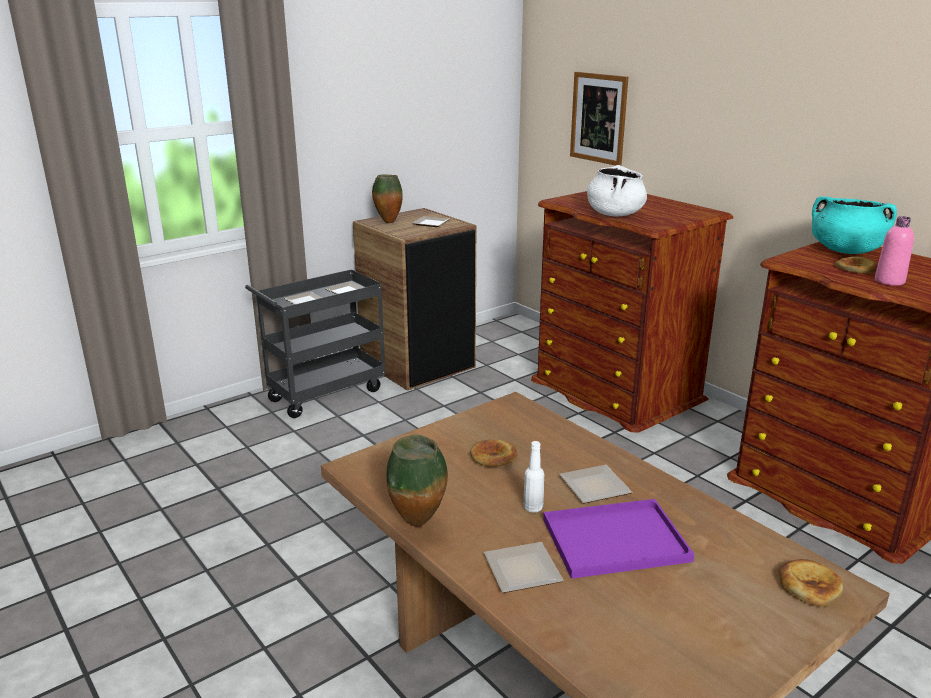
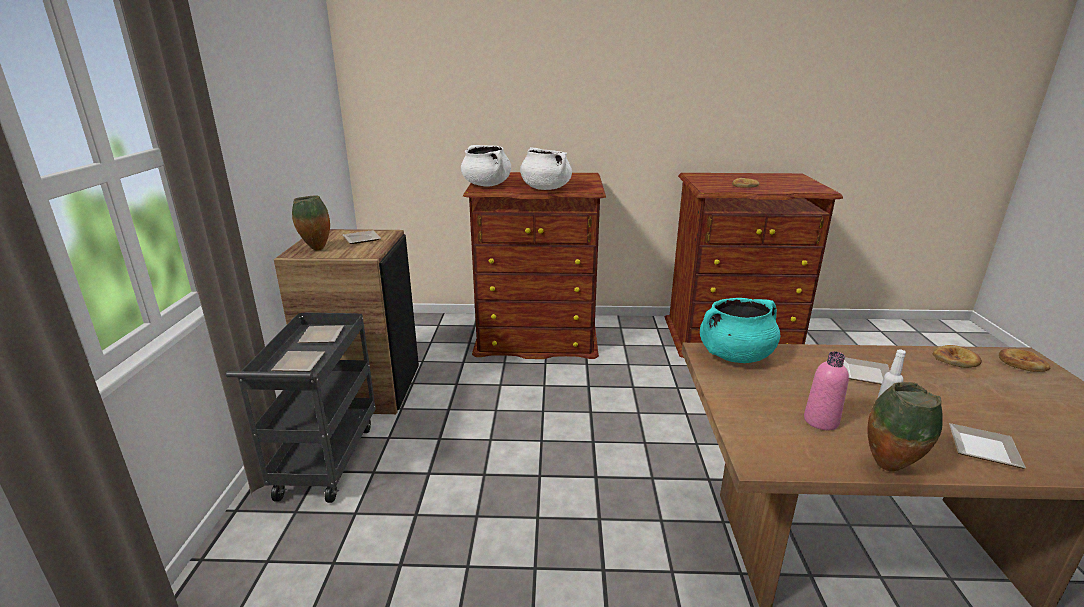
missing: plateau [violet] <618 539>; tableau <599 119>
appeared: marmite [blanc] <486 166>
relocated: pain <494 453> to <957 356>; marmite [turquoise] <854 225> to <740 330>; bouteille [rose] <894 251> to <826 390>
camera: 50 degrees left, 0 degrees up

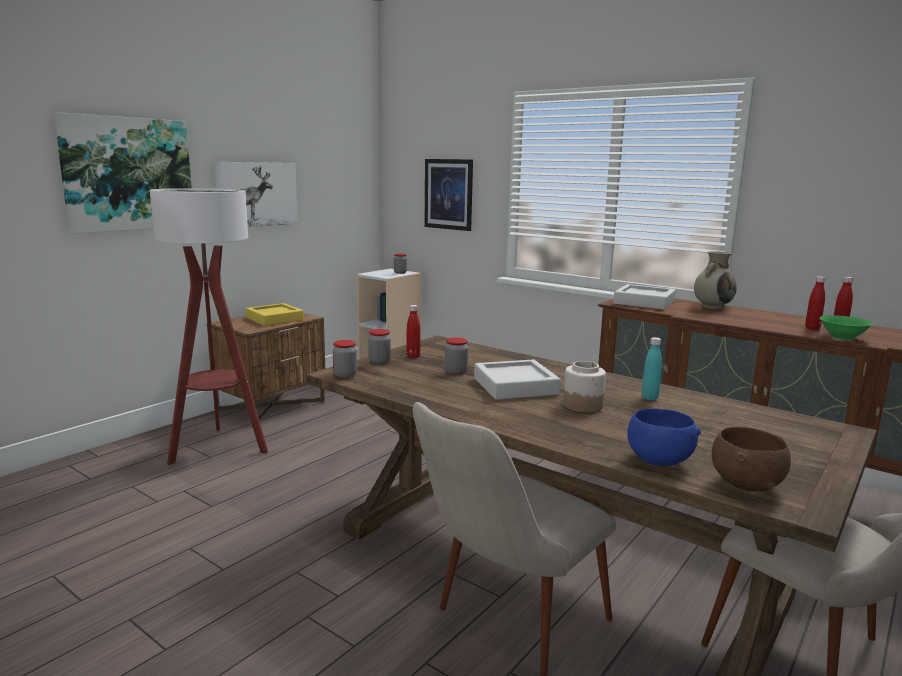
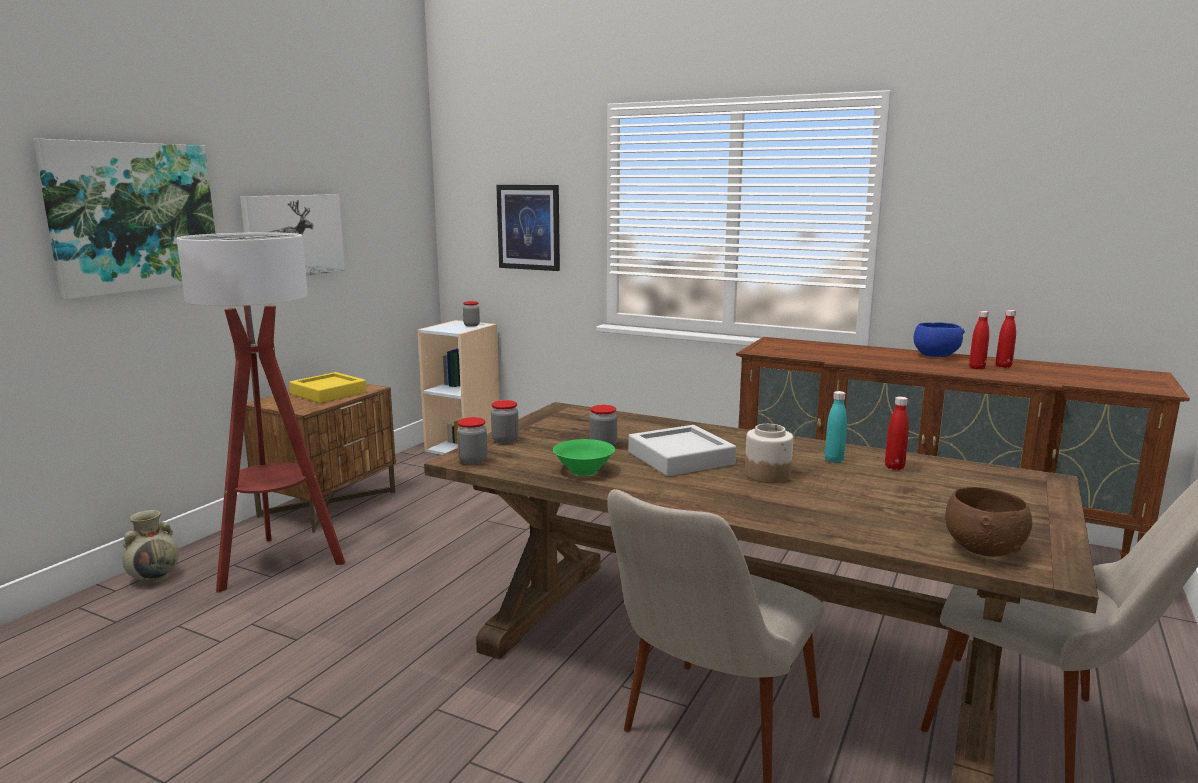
missing: plateau [gris] <644 297>
relocated: bouteille [rouge] <413 331> to <897 433>; bol [bleu] <664 437> to <939 339>; vase [beige] <715 280> to <150 547>; bol [vert] <846 327> to <584 457>
camera: 10 degrees left, 0 degrees up

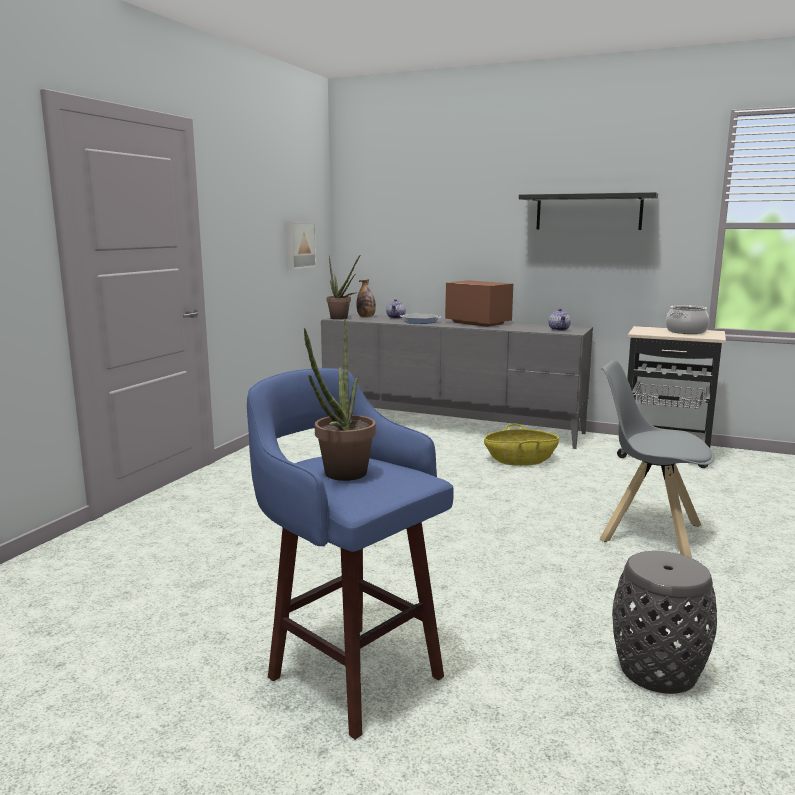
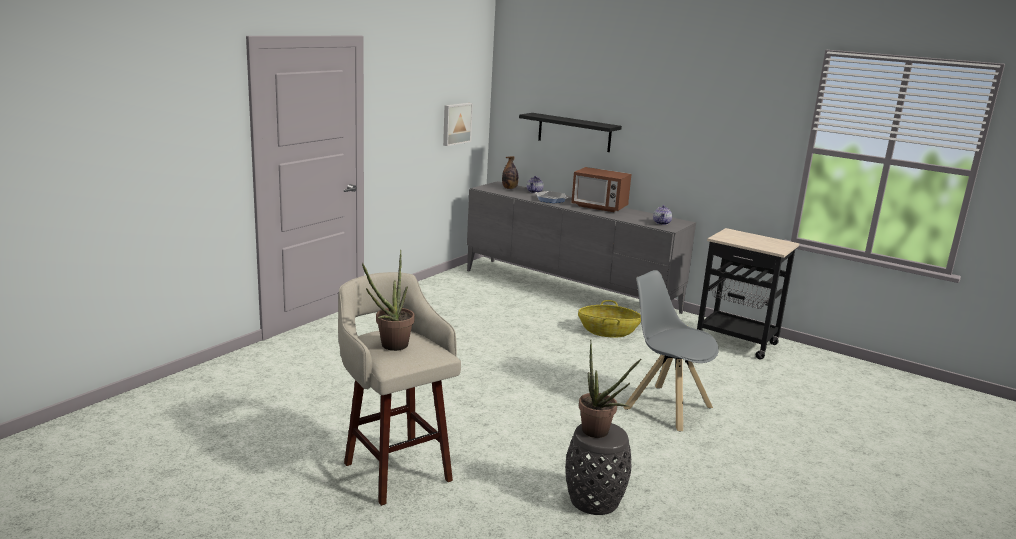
missing: marmite <688 319>
relocated: plante en pot <343 287> to <610 389>; étagère [noir] <588 211> to <570 132>
colour: tabouret [bleu] <350 554> to tabouret [beige] <399 389>
spun: micro-ondes <479 303> = <601 189> 150 degrees clockwise
camera: 10 degrees right, 5 degrees up

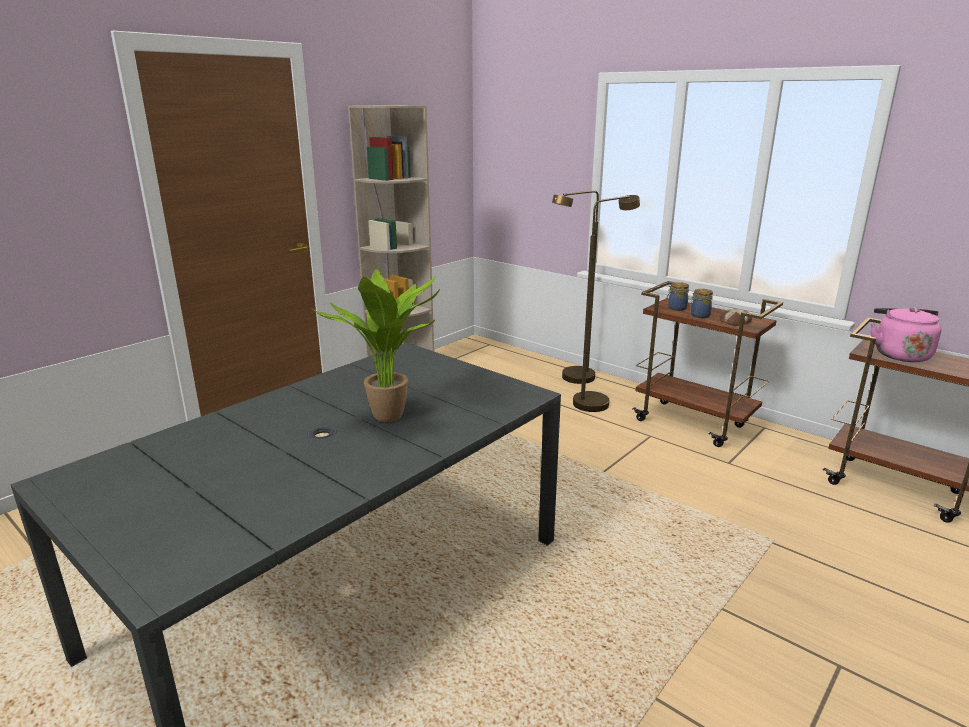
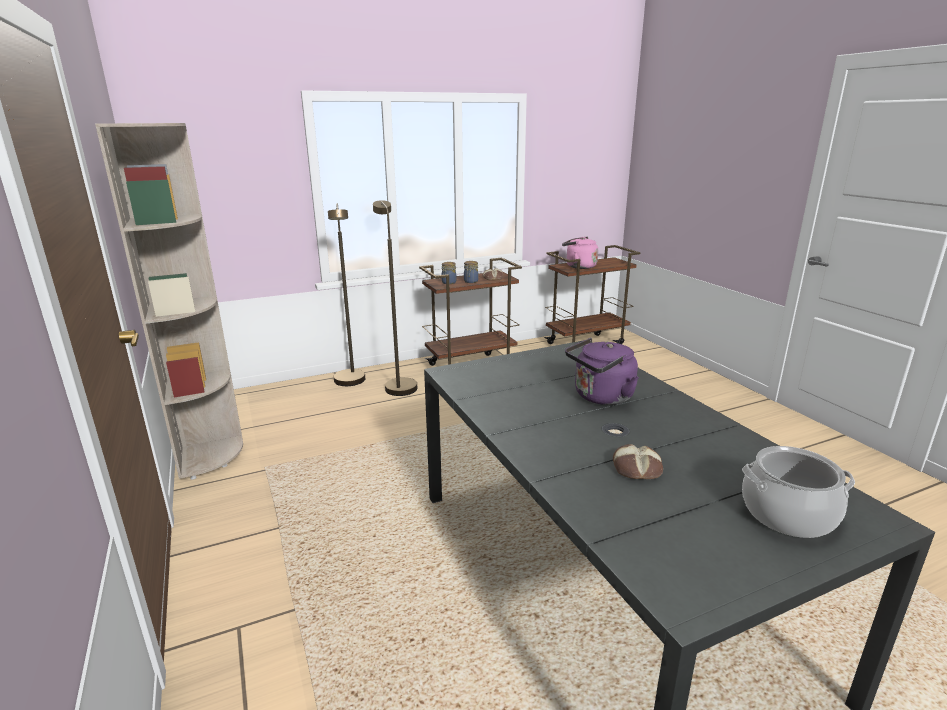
appeared: pain <638 461>; marmite <798 492>
exchanged: plante en pot <376 345> to bouilloire [violet] <602 371>
camera: 65 degrees left, 0 degrees up

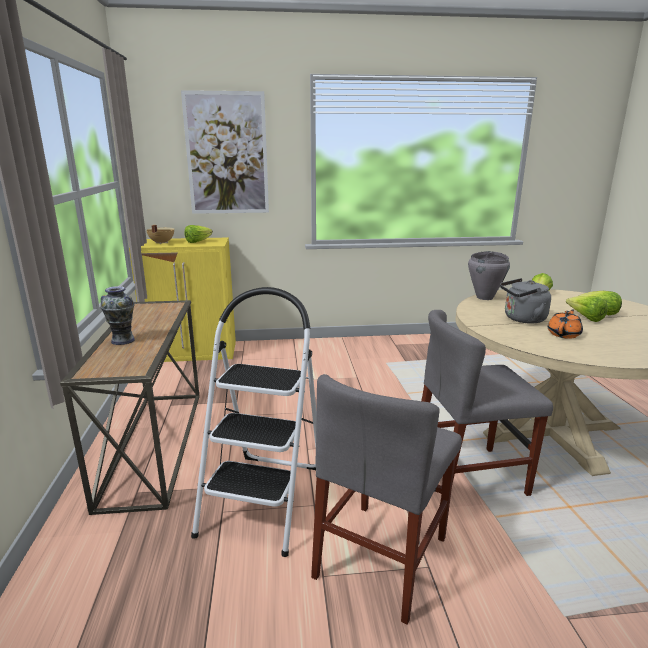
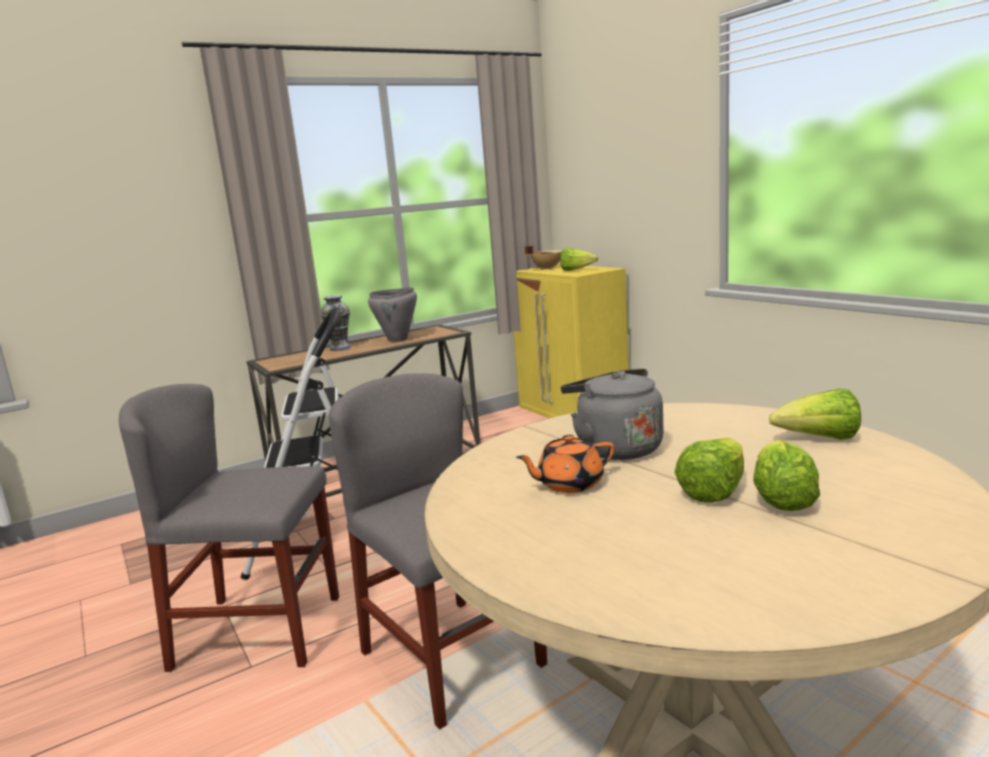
missing: tableau <225 152>
relocated: marmite [gris] <489 275> to <392 314>
spun: théière [orange] <565 324> = <565 463> 150 degrees clockwise
camera: 65 degrees right, 5 degrees down

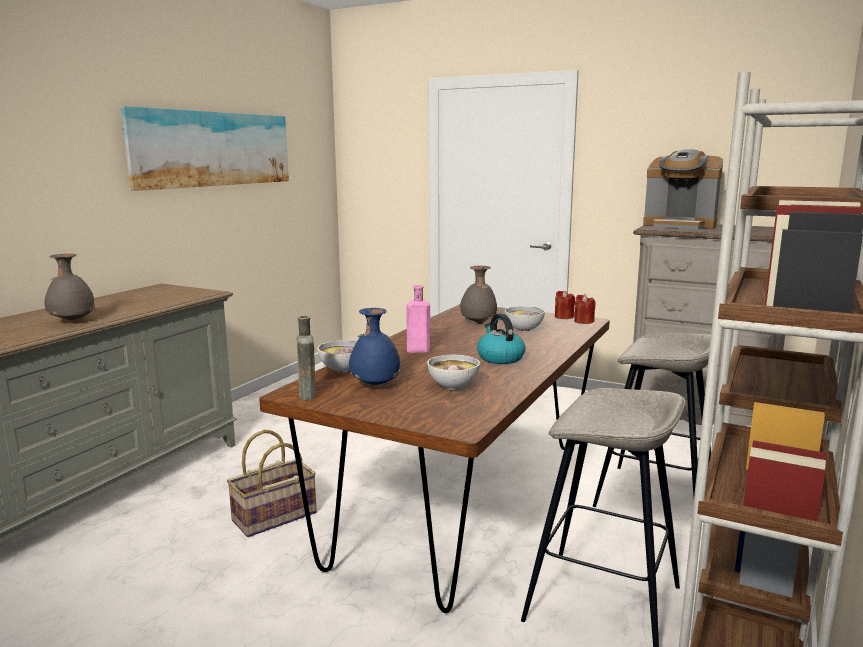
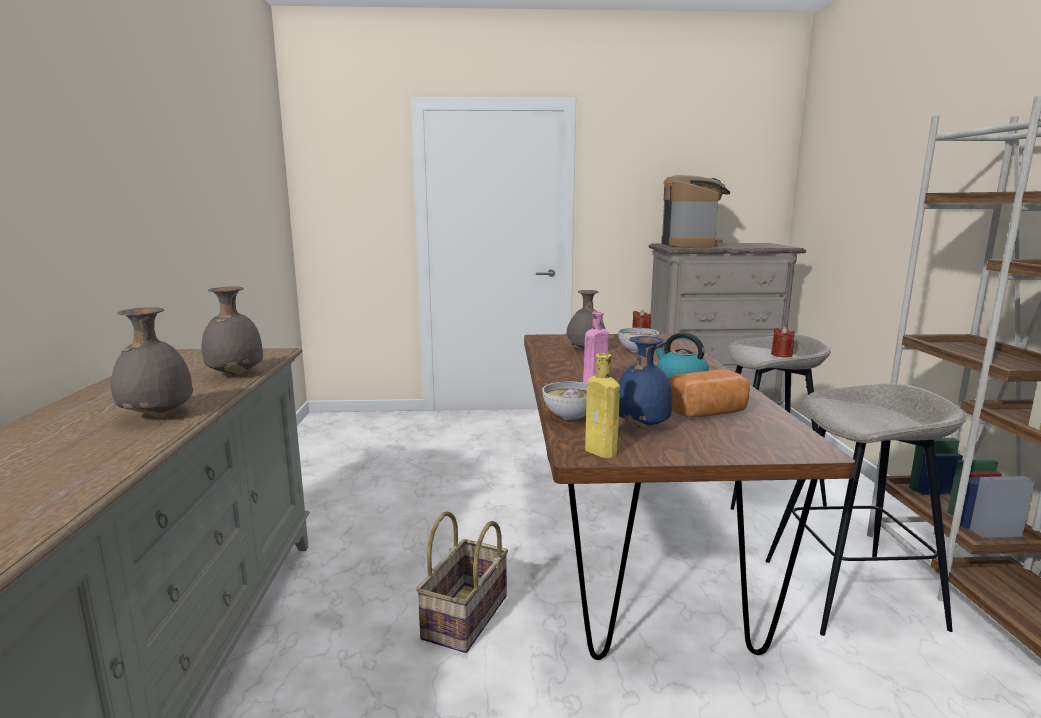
missing: tableau <205 148>
appeared: vase [gris] <232 331>
relocated: bougie [rouge] <584 309> to <783 342>
exchanged: bol <453 372> to pain <709 393>
colour: bouteille [marron] <306 358> to bouteille [jaune] <602 405>
spun: machine à café <683 189> = <695 211> 90 degrees counterclockwise
camera: 30 degrees left, 0 degrees up

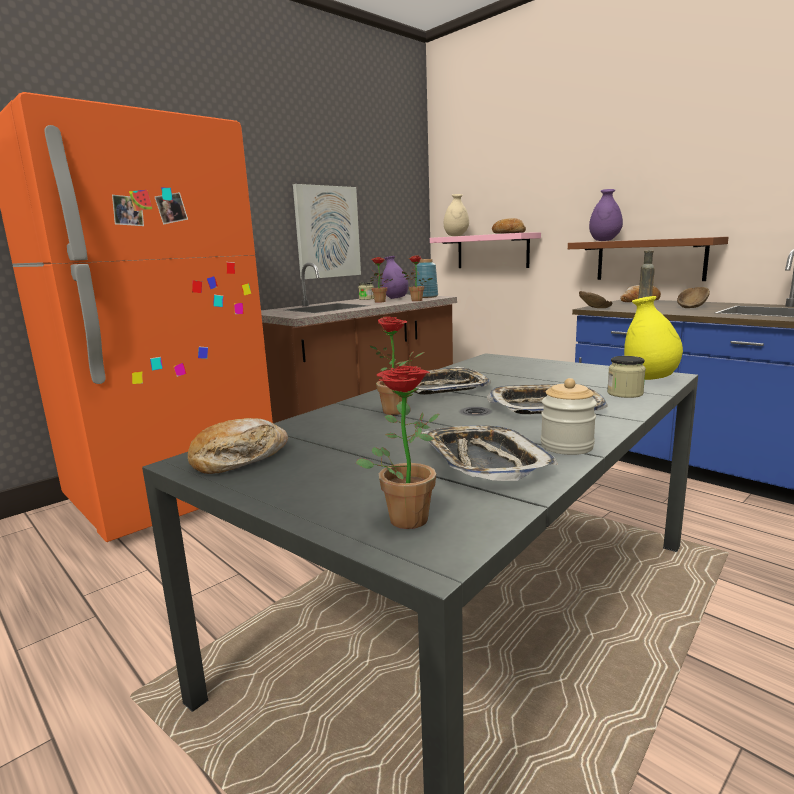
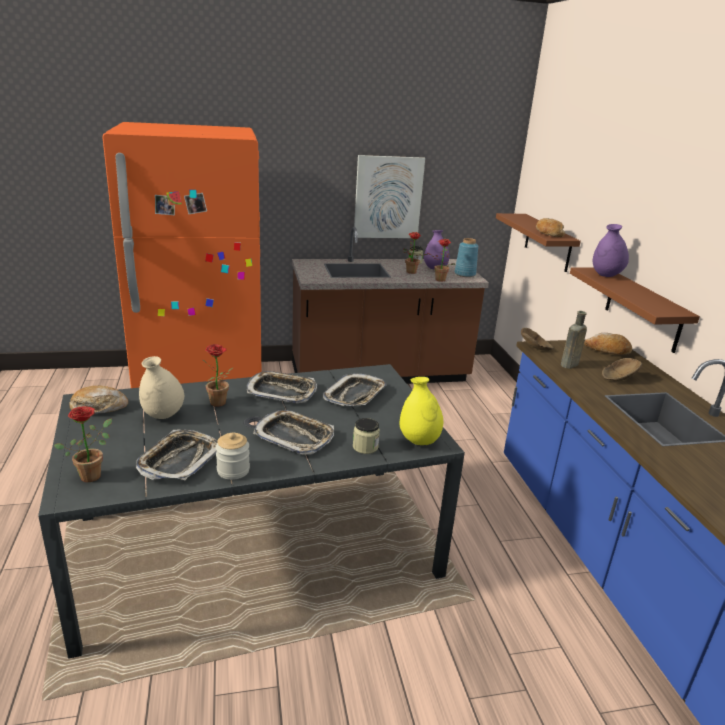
appeared: plateau <354 389>
relocated: vase [beige] <456 215> to <161 387>
colour: étagère [rose] <485 250> to étagère [marron] <538 242>
camera: 30 degrees right, 10 degrees up

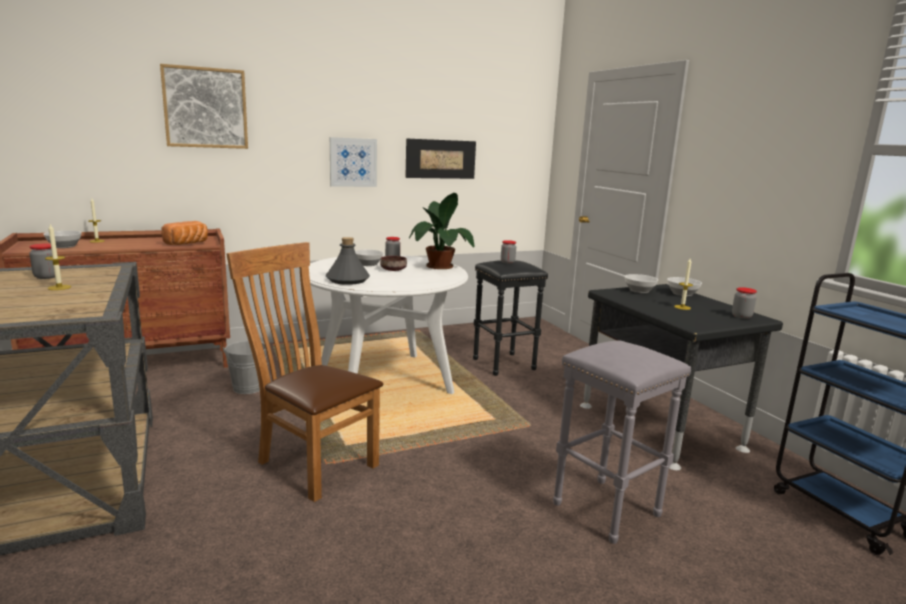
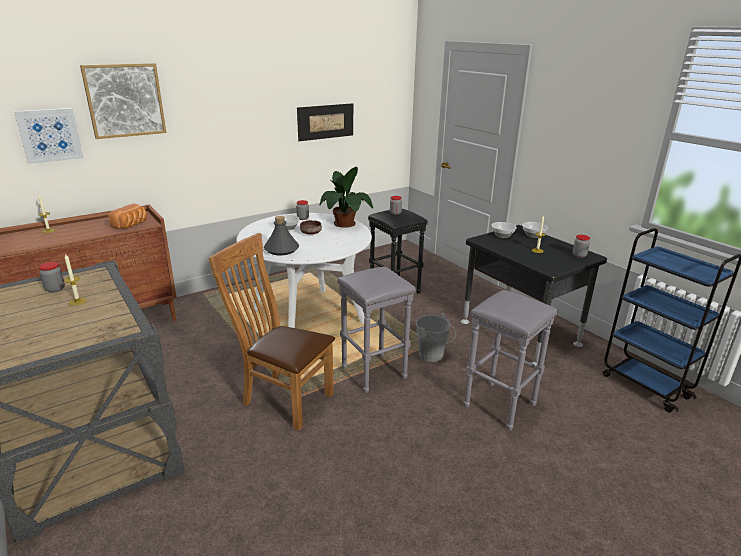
missing: bol <62 239>
appeared: tabouret [gris] <377 330>
relocated: seau [gris] <245 367> to <436 337>; tableau <353 162> to <49 136>
camera: 10 degrees left, 10 degrees up

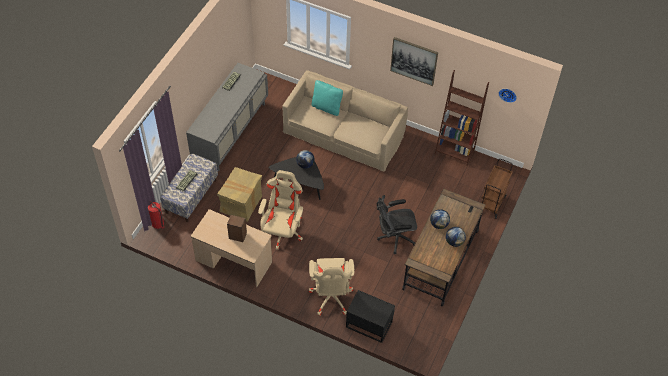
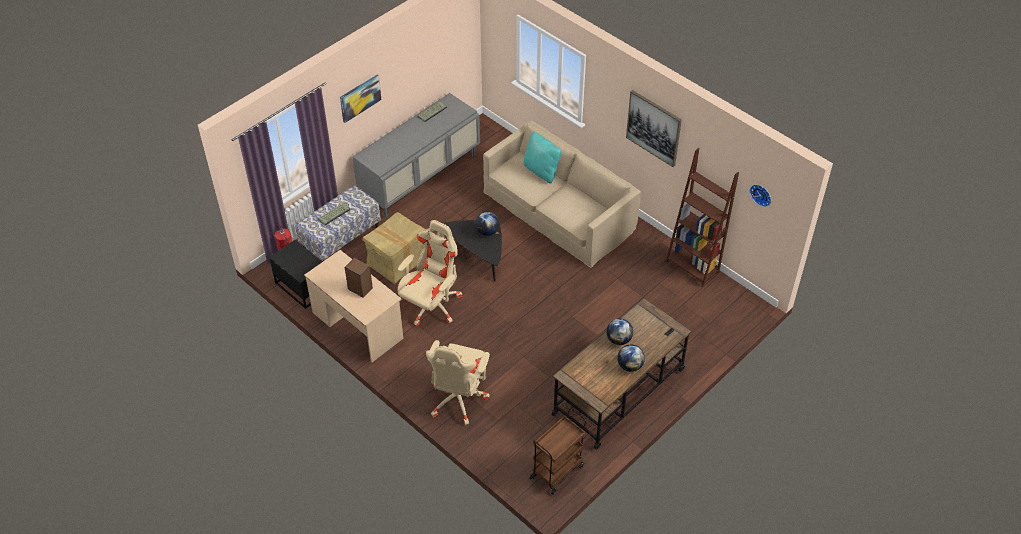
missing: chaise de bureau <397 224>
appeared: tableau <360 98>
relocated: table de chevet [noir] <370 316> to <295 274>; chariot [marron] <497 189> to <557 451>
camera: 20 degrees right, 5 degrees down

